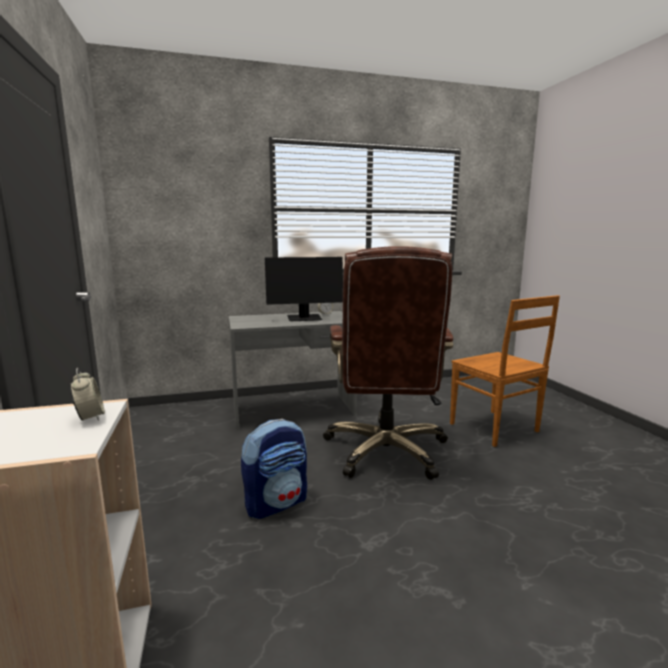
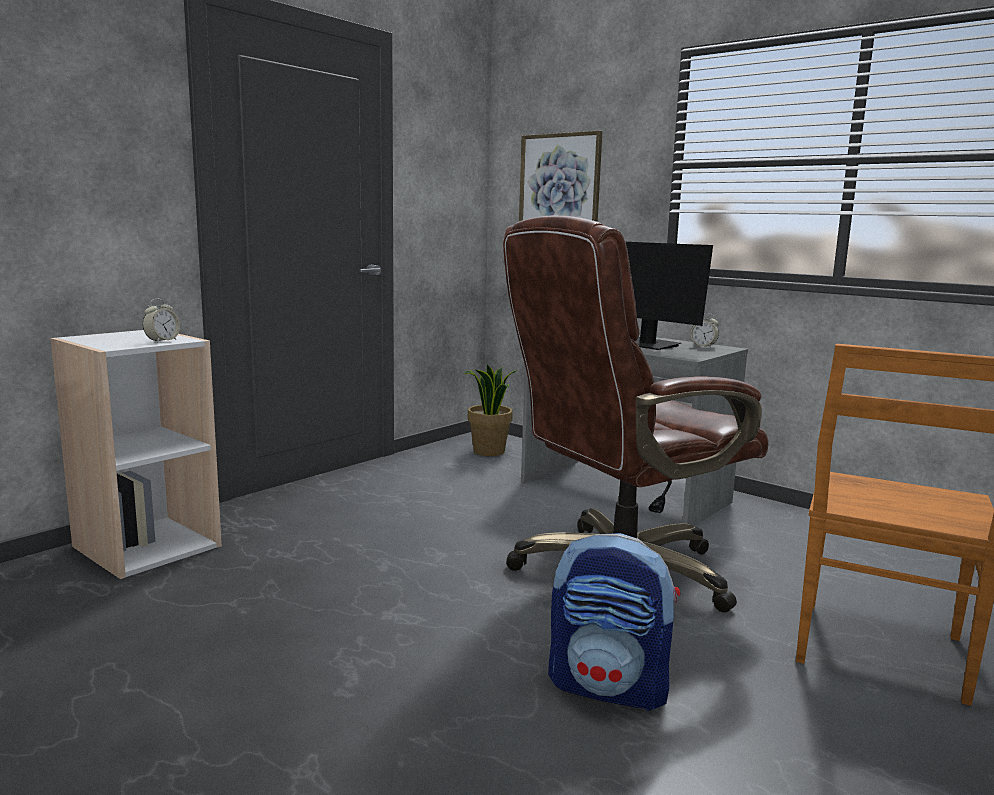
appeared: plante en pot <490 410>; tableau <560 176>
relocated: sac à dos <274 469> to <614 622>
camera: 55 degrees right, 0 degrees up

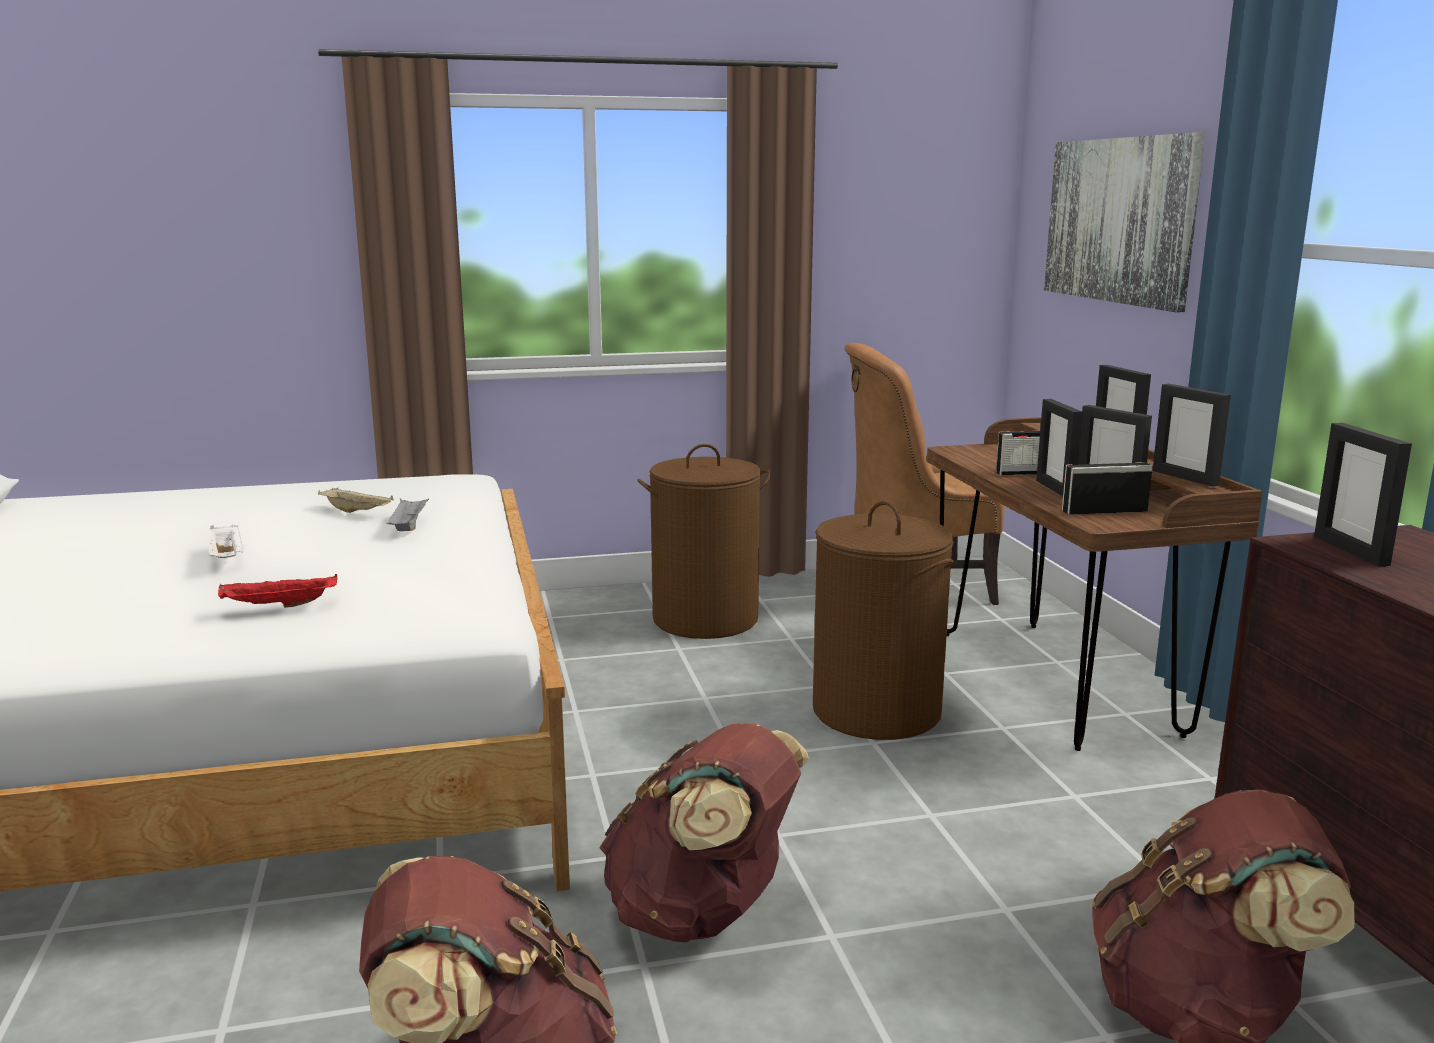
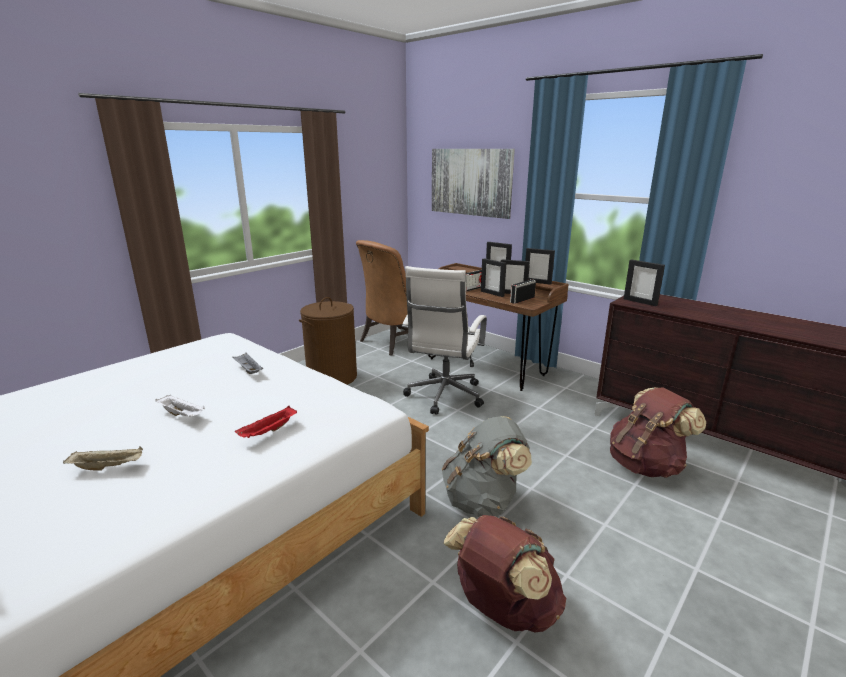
relocated: plateau [beige] <356 500> to <103 458>
exchanged: panier à linge [marron] <883 620> to chaise de bureau [blanc] <444 340>
colour: sac à dos [marron] <705 832> to sac à dos [gris] <487 466>
camera: 35 degrees left, 5 degrees up

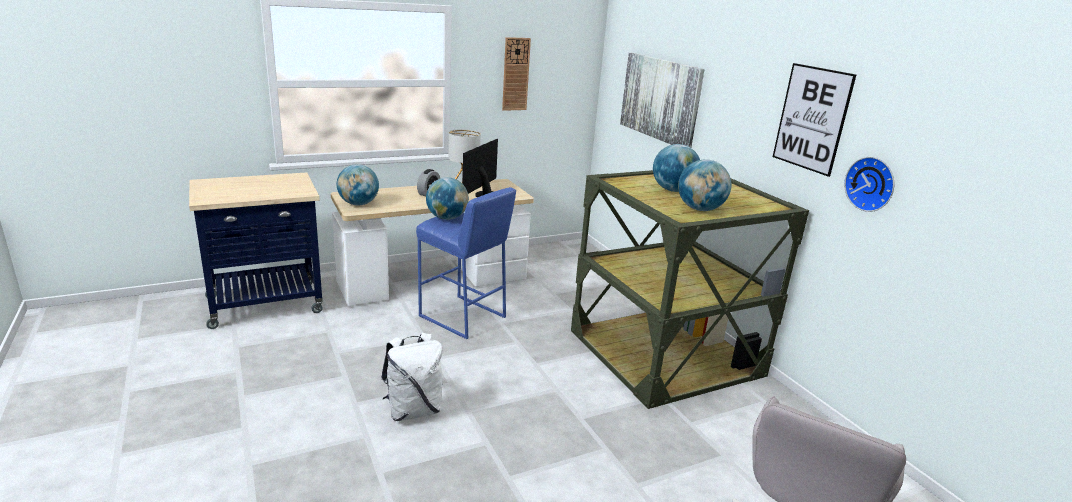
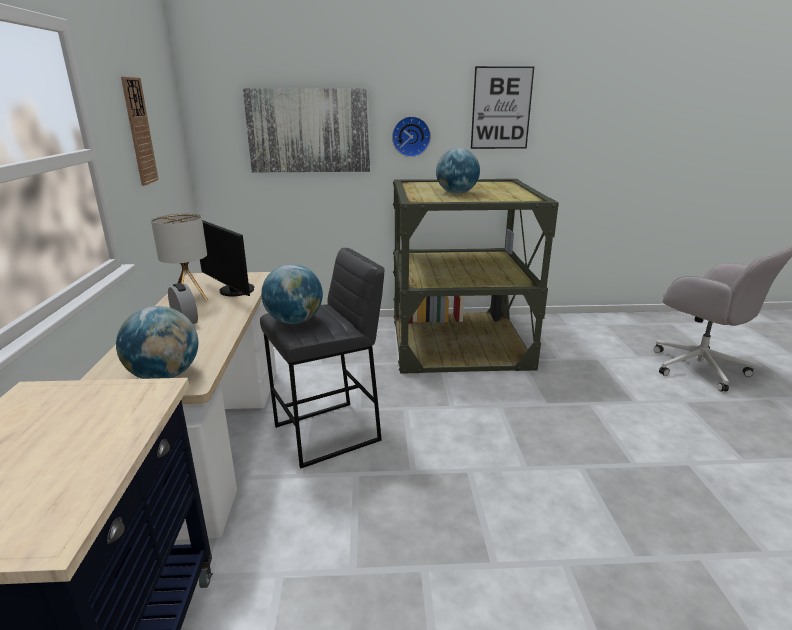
missing: sac à dos [blanc] <411 377>; globe <704 185>
relocated: horloge murale <869 184> to <411 136>
colour: tabouret [bleu] <466 263> to tabouret [gris] <322 358>
camera: 65 degrees left, 0 degrees up

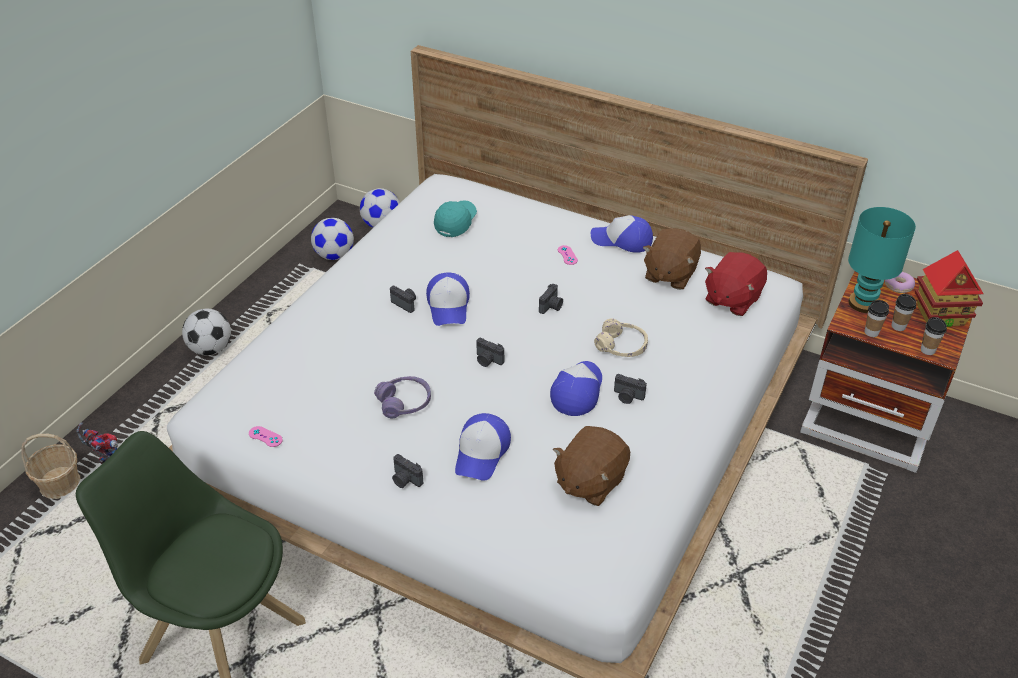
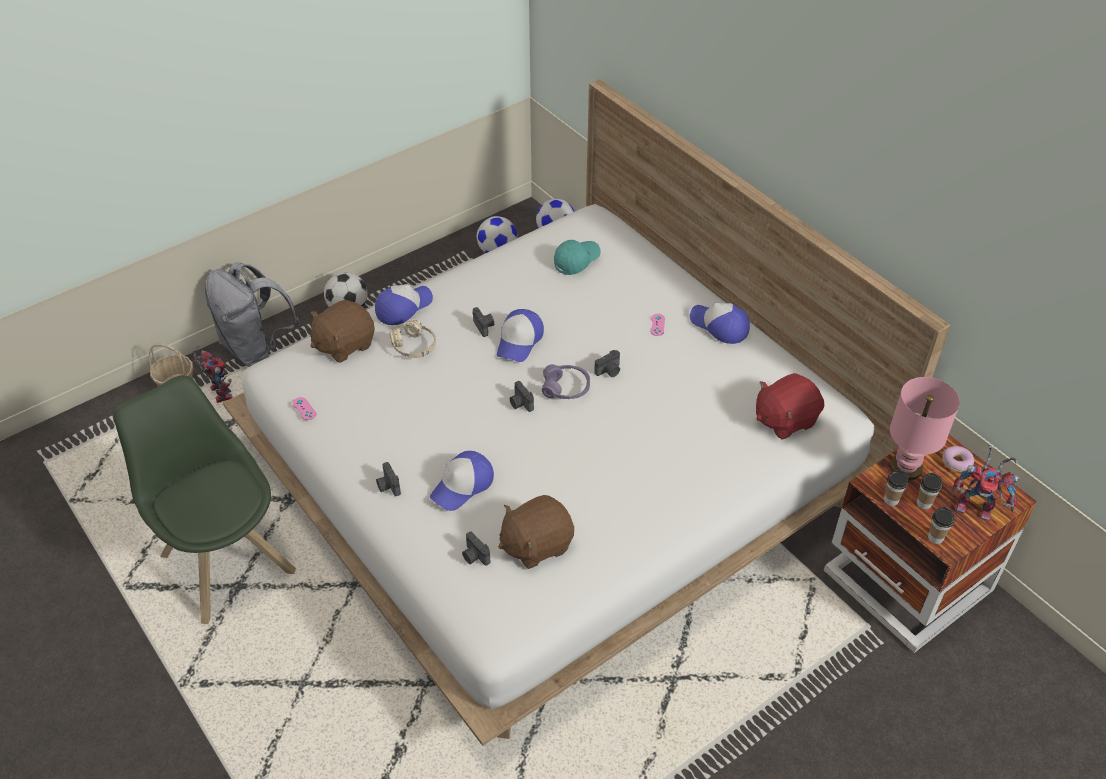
appeared: sac à dos [gris] <252 315>
relocated: casque audio [violet] <402 397> to <566 381>; casquette <576 388> to <404 304>; casque audio [beige] <621 337> to <413 338>; appareil photo <630 389> to <476 548>; peluche [marron] <672 259> to <342 331>
exchanged: maison miniature <949 288> to robot jouet <985 483>
colour: lampe de table [turquoise] <882 260> to lampe de table [rose] <925 428>
camera: 25 degrees right, 5 degrees up

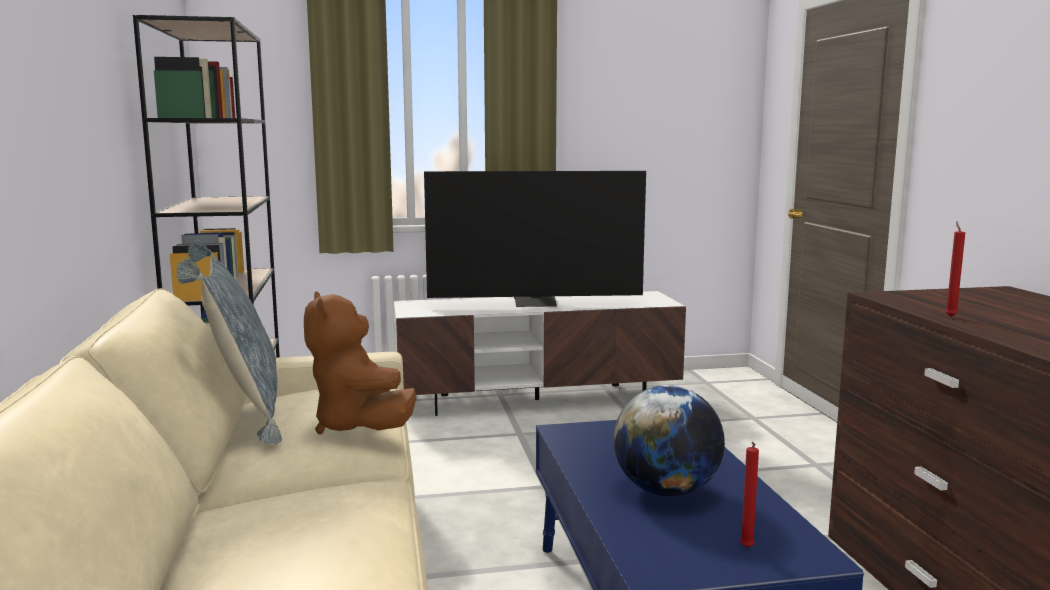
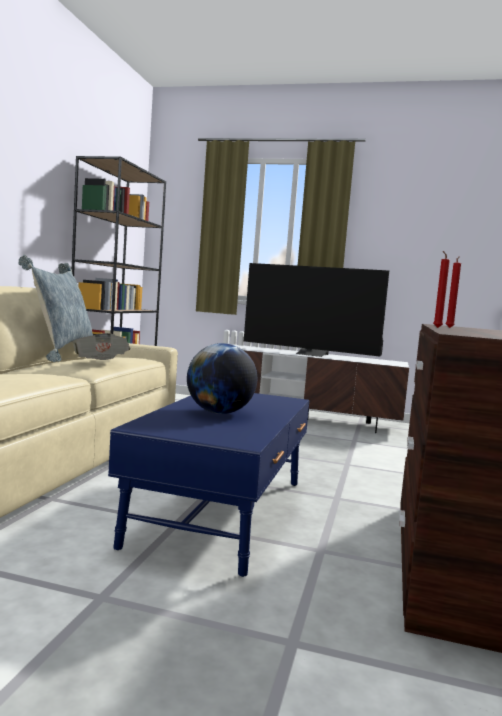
relocated: bougie [rouge] <749 495> to <441 289>
exchanged: peluche [marron] <360 362> to journal <101 346>
camera: 25 degrees right, 5 degrees down

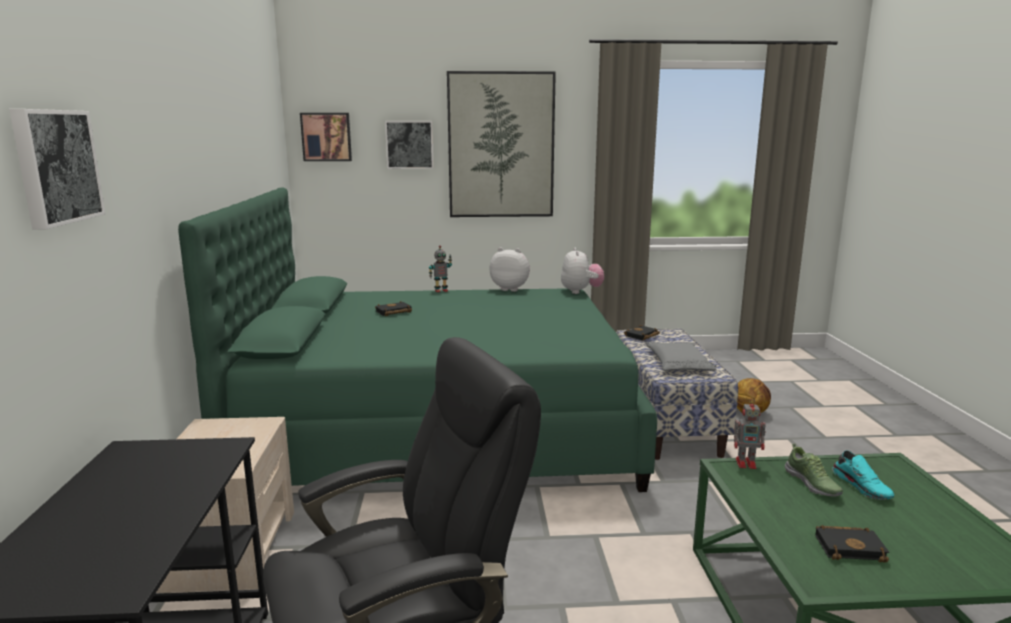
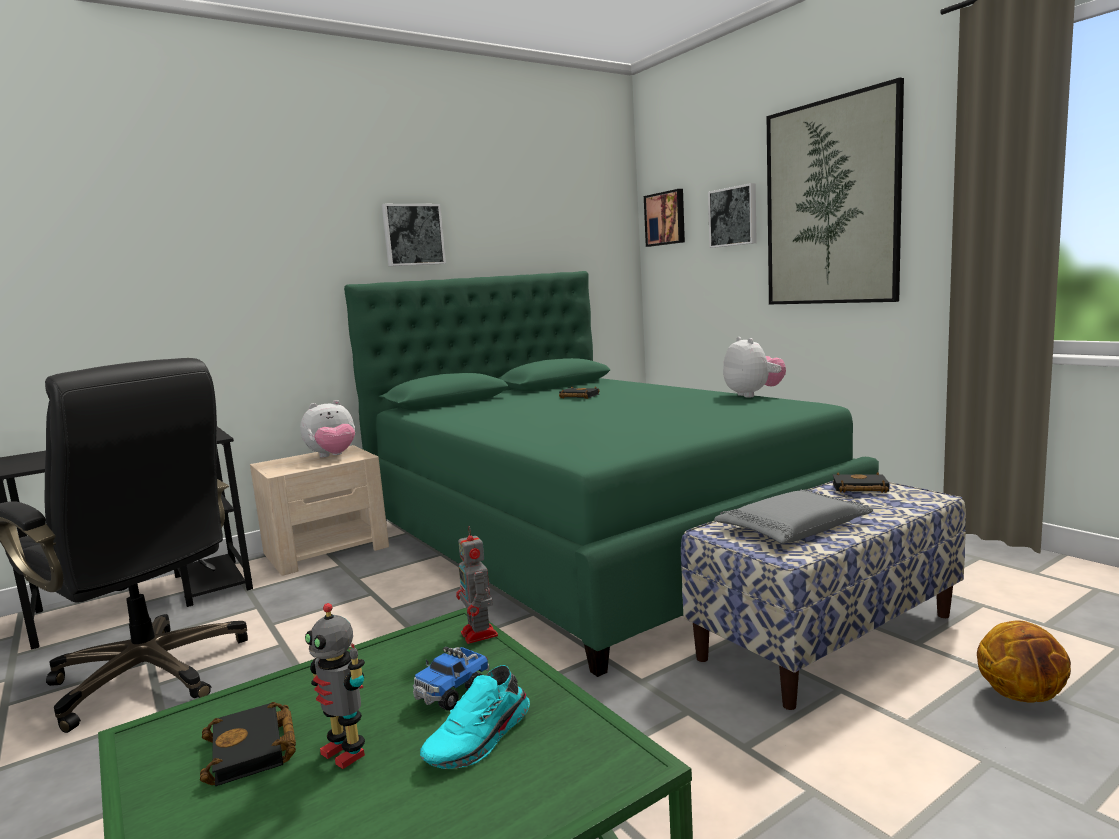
relocated: tableau <57 169> to <414 235>; robot jouet <440 268> to <335 686>; peluche <582 271> to <327 429>
exchanged: chaussure <814 470> to camion jouet <451 679>
camera: 60 degrees right, 5 degrees down

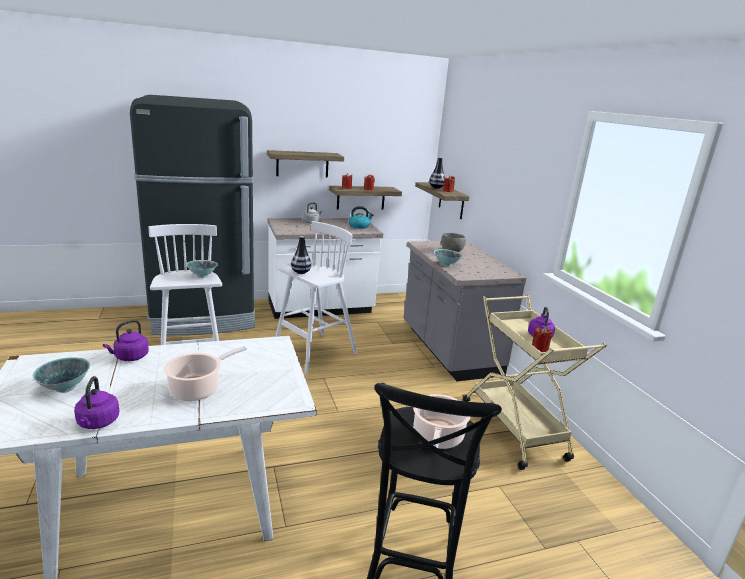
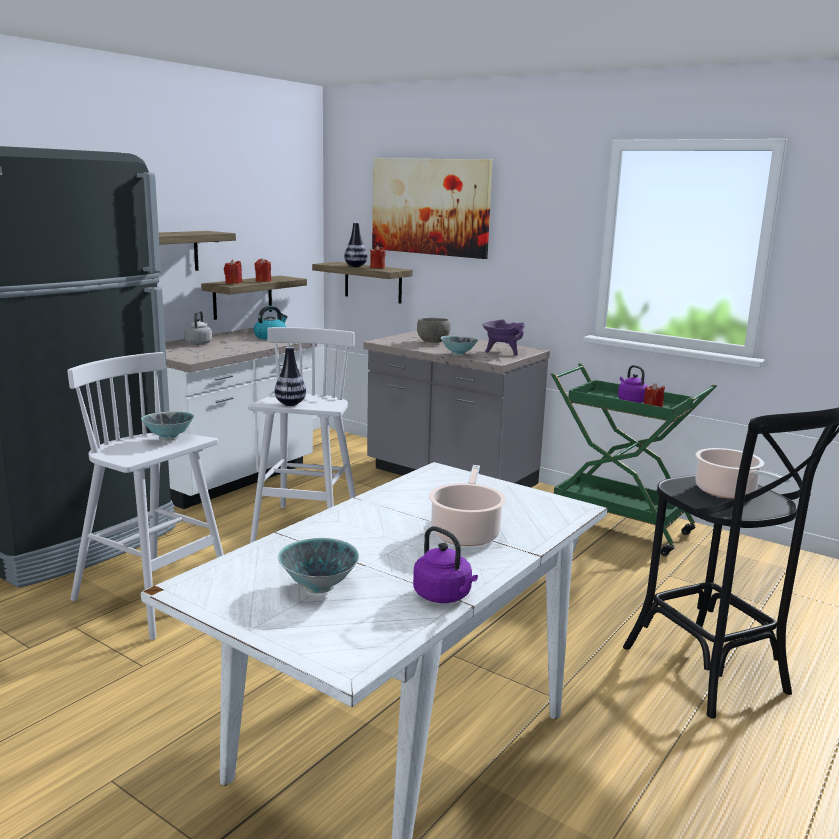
missing: bouilloire [violet] <126 340>
appeared: tableau <432 208>; marmite [violet] <503 338>
colour: chariot [beige] <535 381> to chariot [vert] <634 459>
camera: 35 degrees left, 5 degrees down

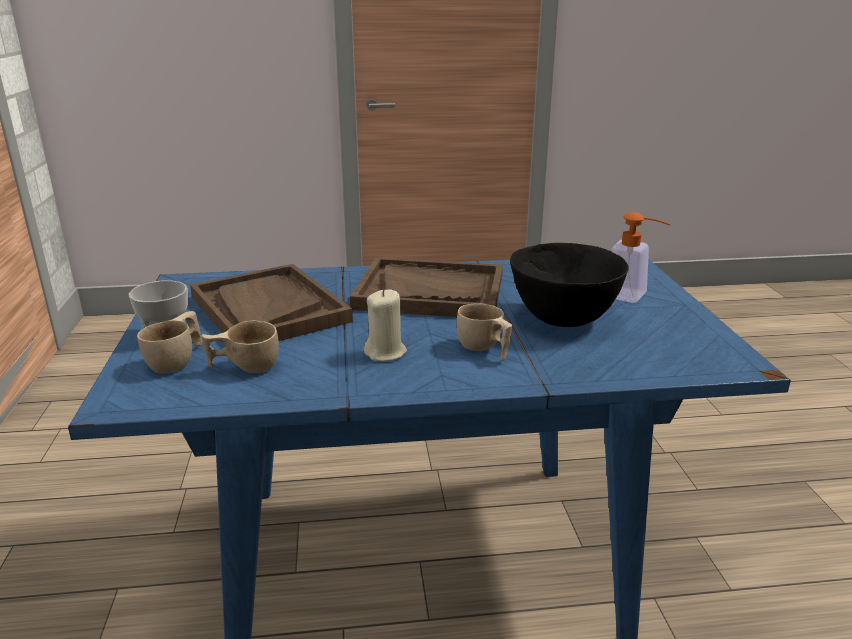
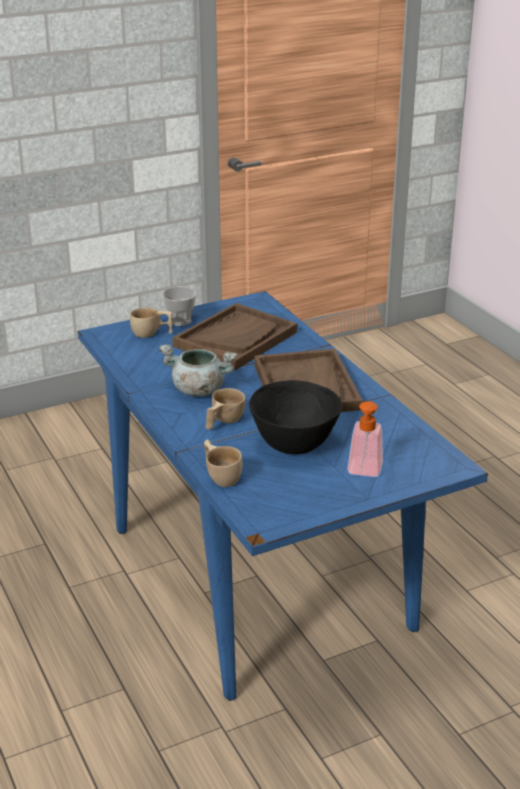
relocated: tasse [beige] <240 347> to <223 463>
exchanged: bougie [beige] <385 325> to marmite [gris] <198 370>
camera: 70 degrees right, 5 degrees up

